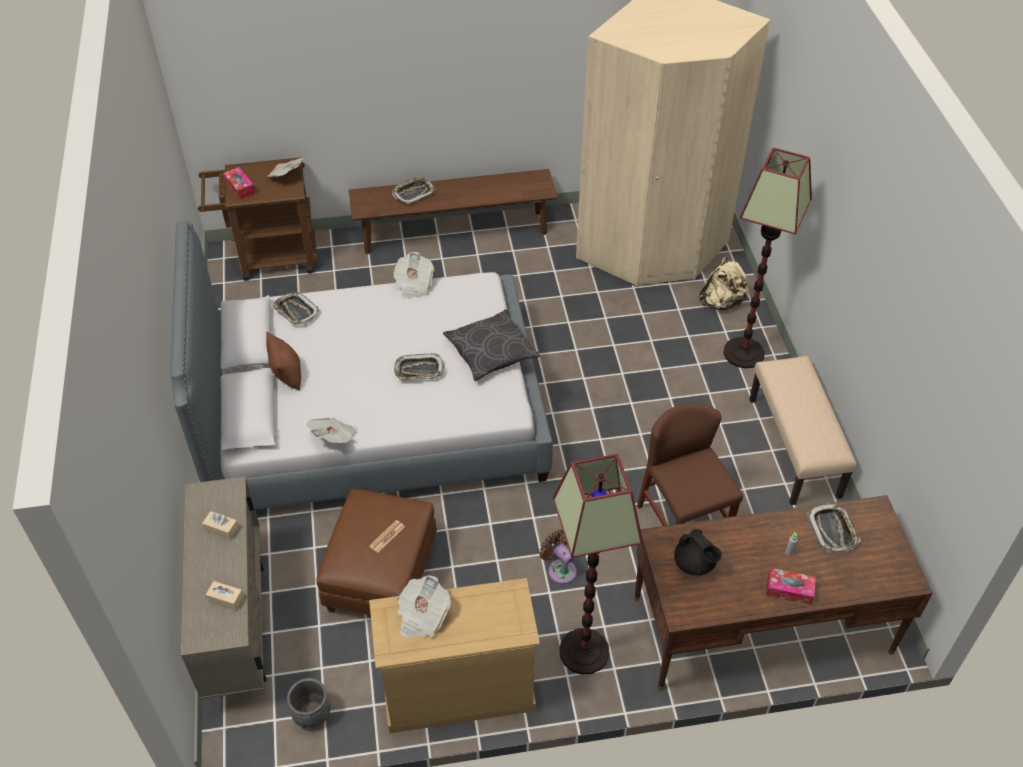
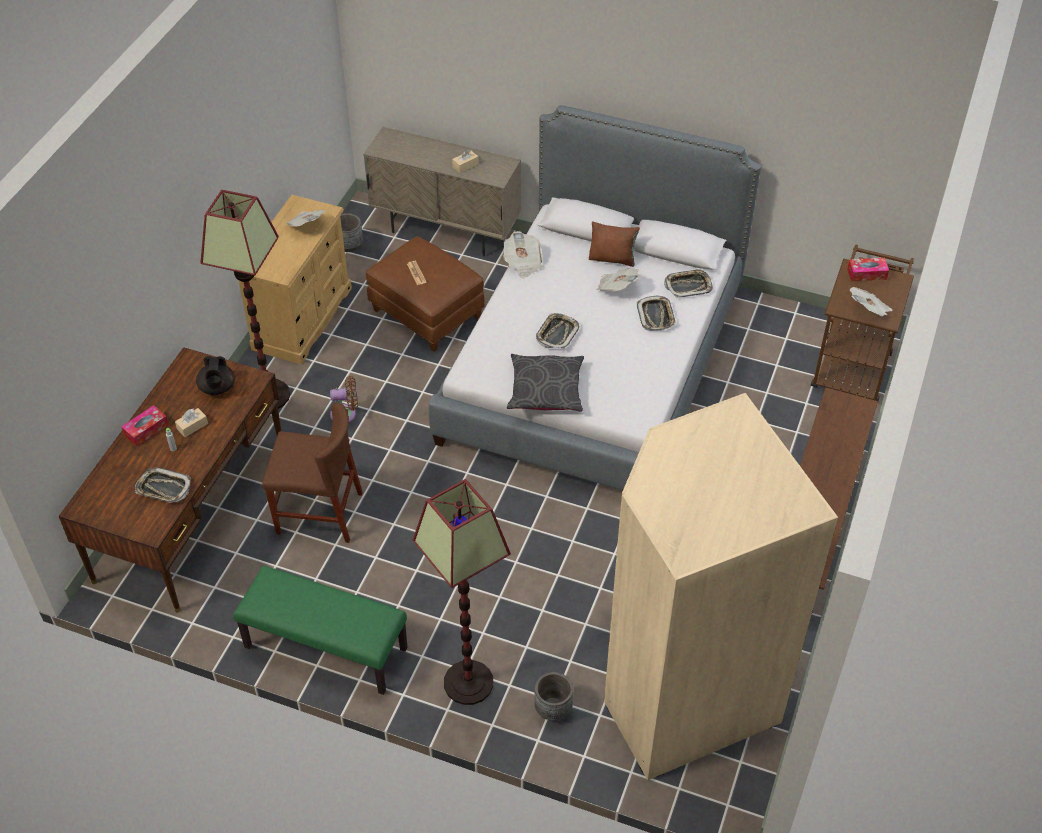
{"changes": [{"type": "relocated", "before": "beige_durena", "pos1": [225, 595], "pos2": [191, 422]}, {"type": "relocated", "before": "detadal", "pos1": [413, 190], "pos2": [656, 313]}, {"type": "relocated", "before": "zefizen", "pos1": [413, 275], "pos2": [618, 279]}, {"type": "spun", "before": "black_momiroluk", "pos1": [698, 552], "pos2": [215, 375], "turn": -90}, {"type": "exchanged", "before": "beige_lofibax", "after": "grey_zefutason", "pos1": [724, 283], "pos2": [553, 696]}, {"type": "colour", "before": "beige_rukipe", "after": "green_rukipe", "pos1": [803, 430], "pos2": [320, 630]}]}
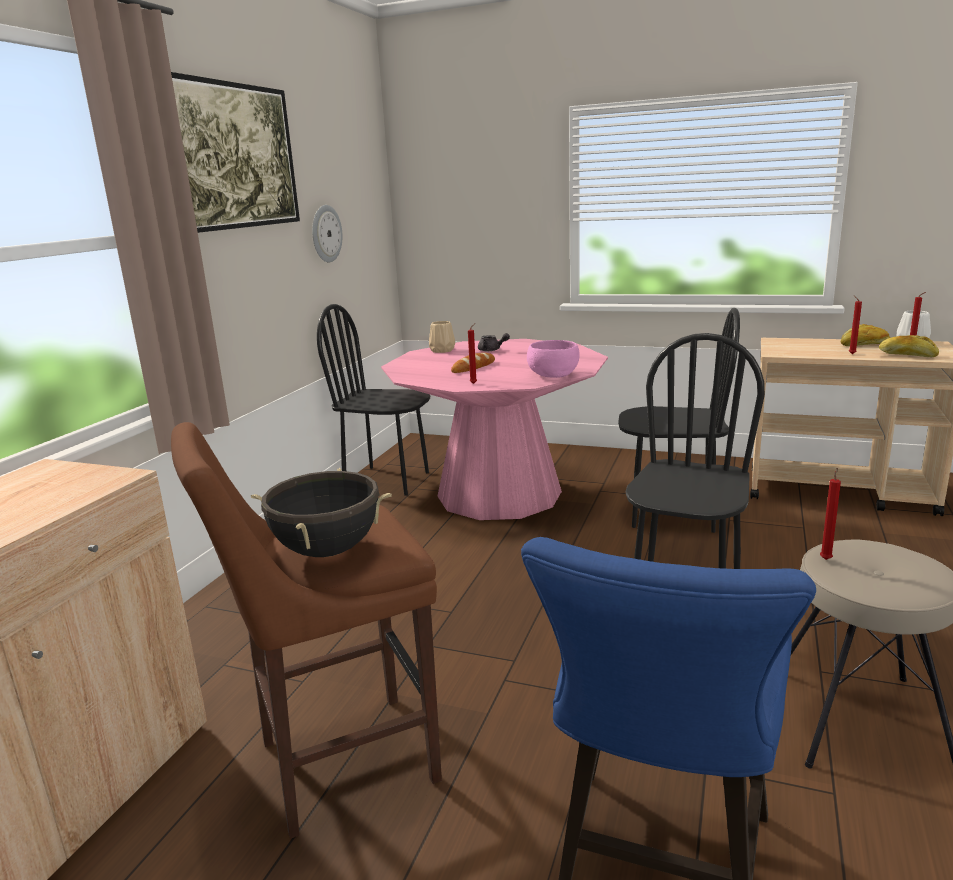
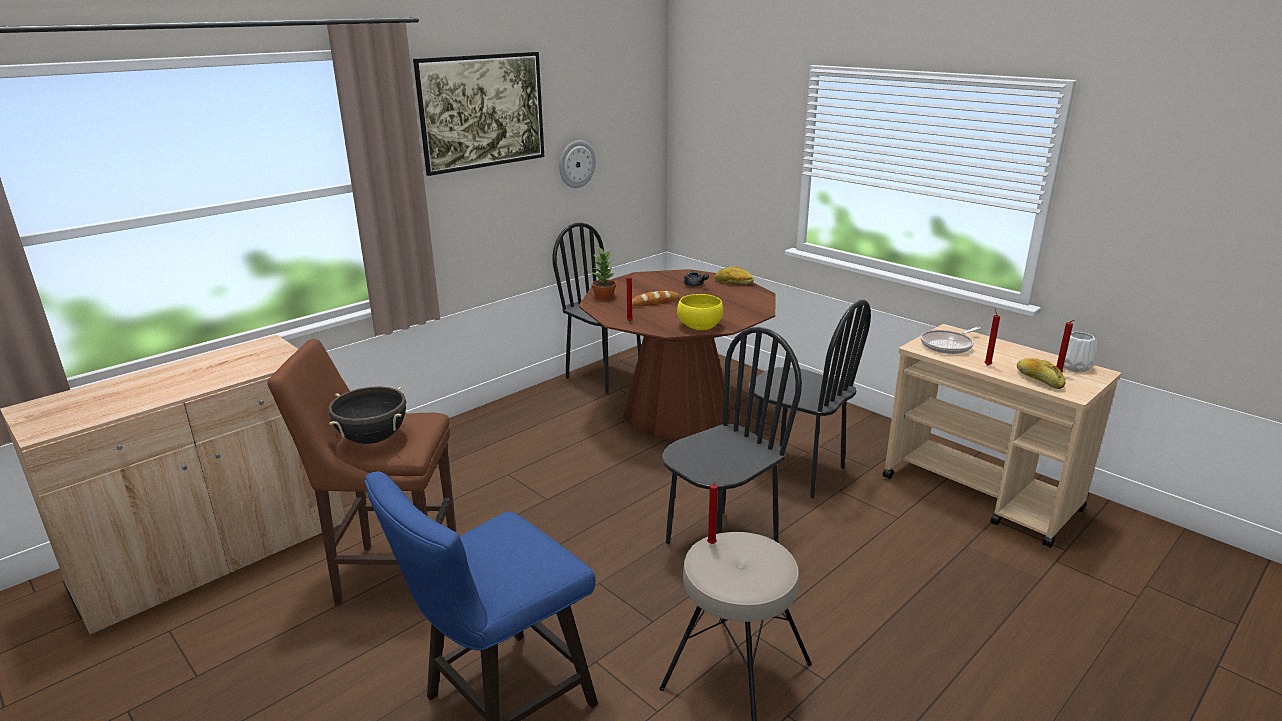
{"changes": [{"type": "colour", "before": "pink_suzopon", "after": "brown_suzopon", "pos1": [494, 429], "pos2": [677, 354]}, {"type": "missing", "before": "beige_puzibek", "pos1": [442, 337]}, {"type": "colour", "before": "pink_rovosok", "after": "yellow_rovosok", "pos1": [553, 359], "pos2": [700, 312]}, {"type": "relocated", "before": "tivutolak", "pos1": [865, 335], "pos2": [734, 275]}, {"type": "appeared", "after": "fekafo", "pos2": [604, 274]}, {"type": "appeared", "after": "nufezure", "pos2": [951, 340]}]}
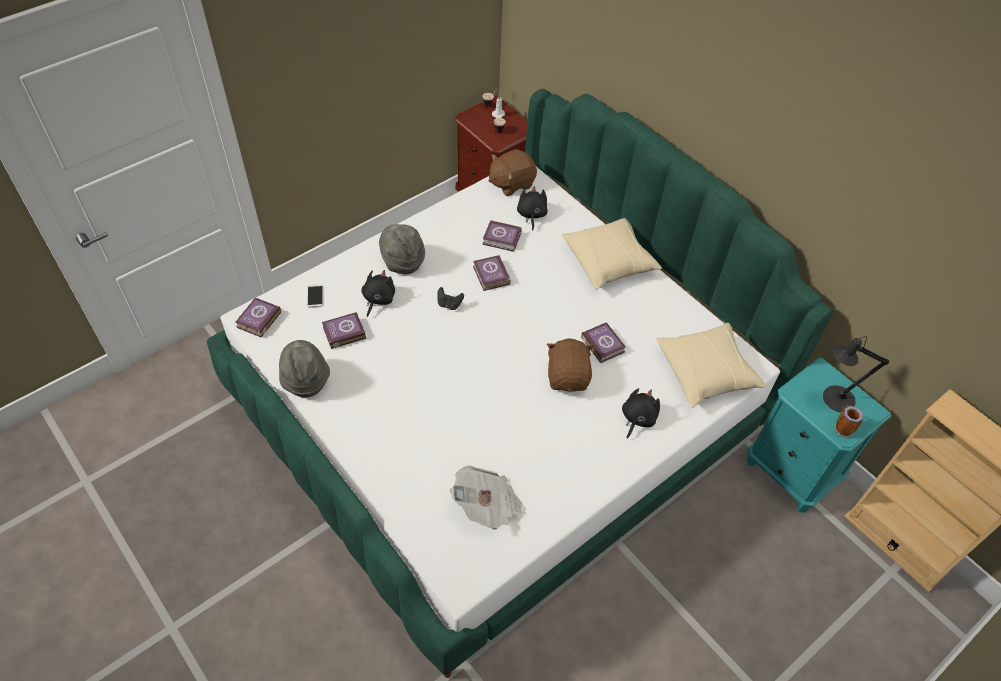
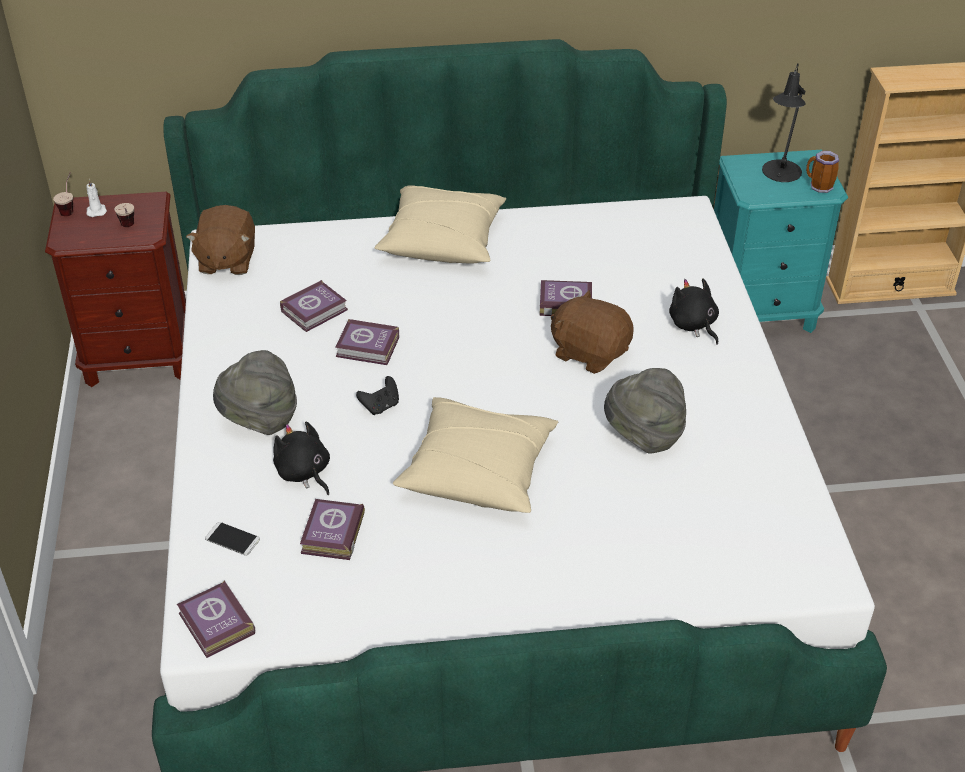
{"changes": [{"type": "relocated", "before": "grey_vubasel", "pos1": [304, 369], "pos2": [645, 411]}, {"type": "missing", "before": "zefizen", "pos1": [488, 497]}, {"type": "missing", "before": "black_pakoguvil", "pos1": [532, 208]}, {"type": "relocated", "before": "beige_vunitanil", "pos1": [711, 365], "pos2": [475, 455]}]}
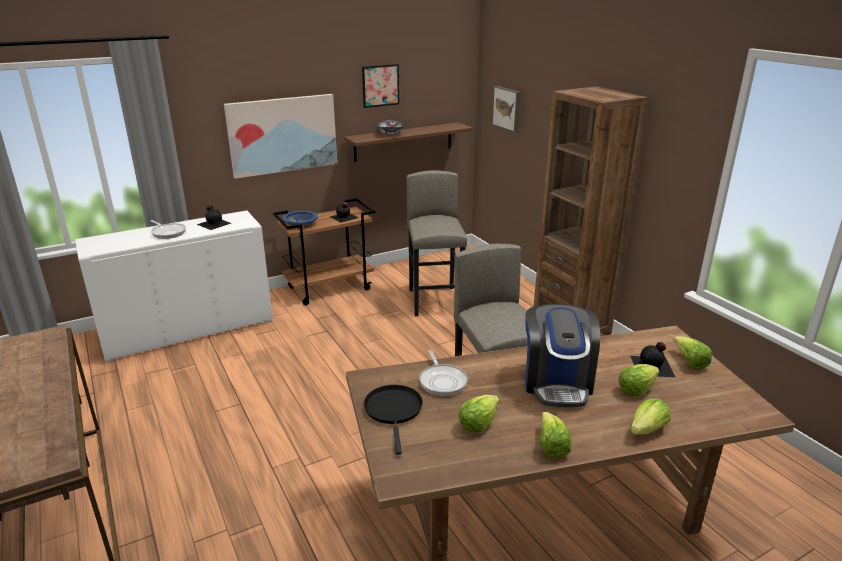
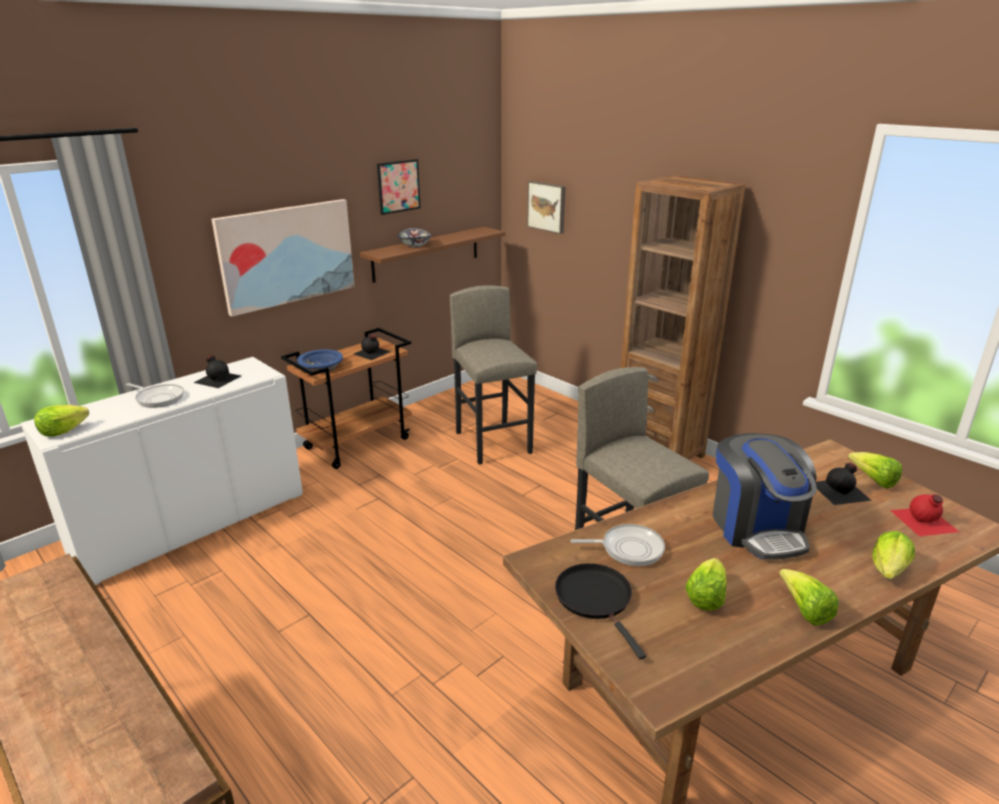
{"changes": [{"type": "spun", "before": "nufezure", "pos1": [443, 373], "pos2": [617, 545], "turn": -60}, {"type": "relocated", "before": "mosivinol", "pos1": [639, 380], "pos2": [61, 421]}, {"type": "appeared", "after": "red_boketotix", "pos2": [924, 515]}]}
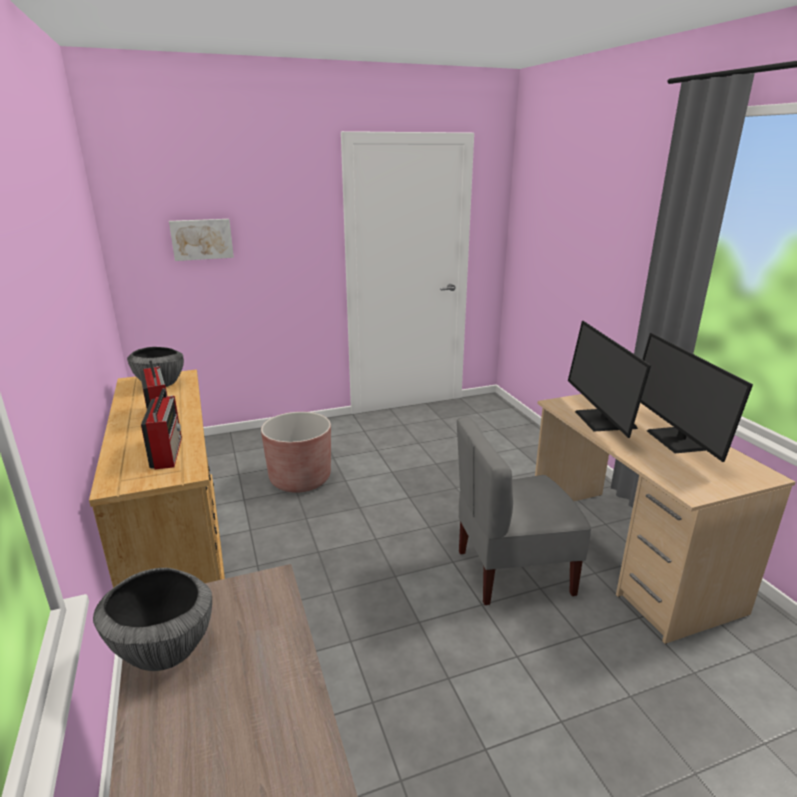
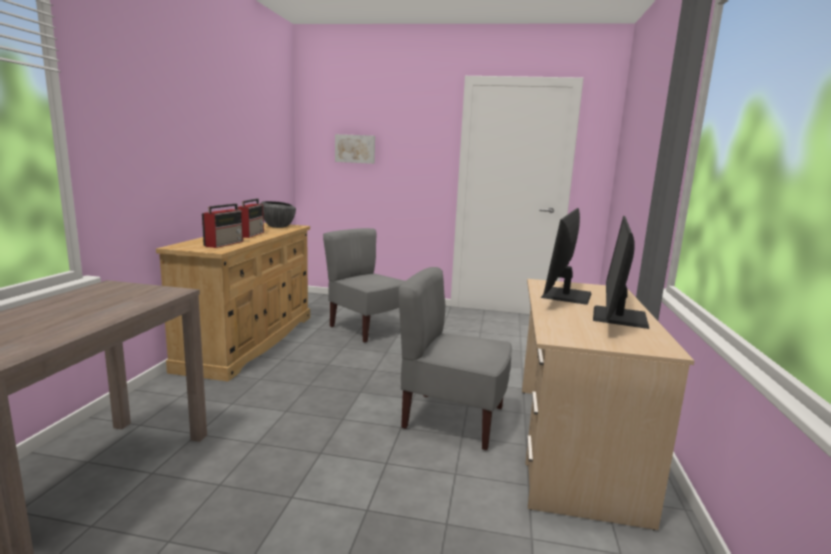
{"changes": [{"type": "missing", "before": "rovosok", "pos1": [152, 619]}, {"type": "exchanged", "before": "brown_zefutason", "after": "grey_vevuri", "pos1": [296, 452], "pos2": [364, 285]}]}
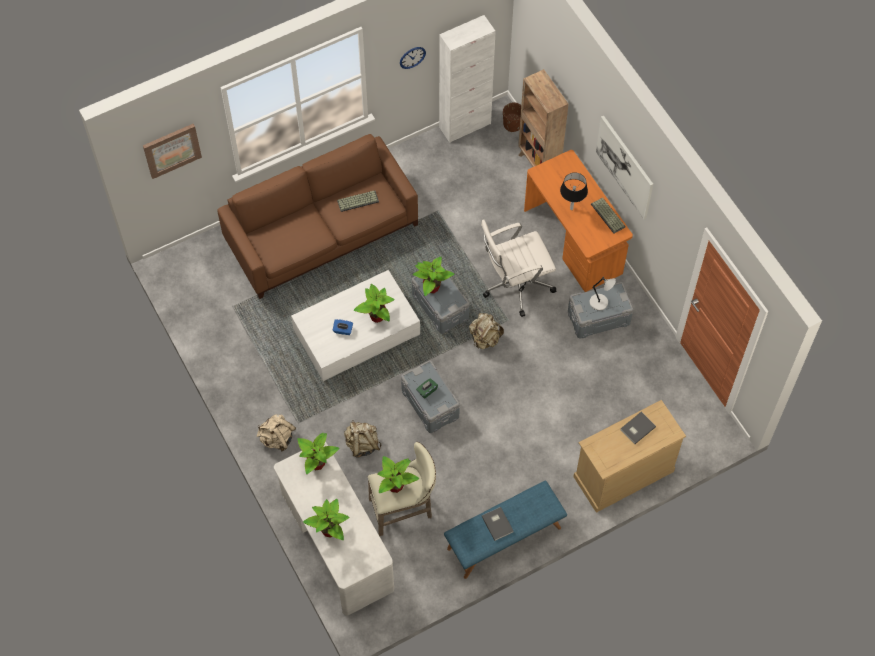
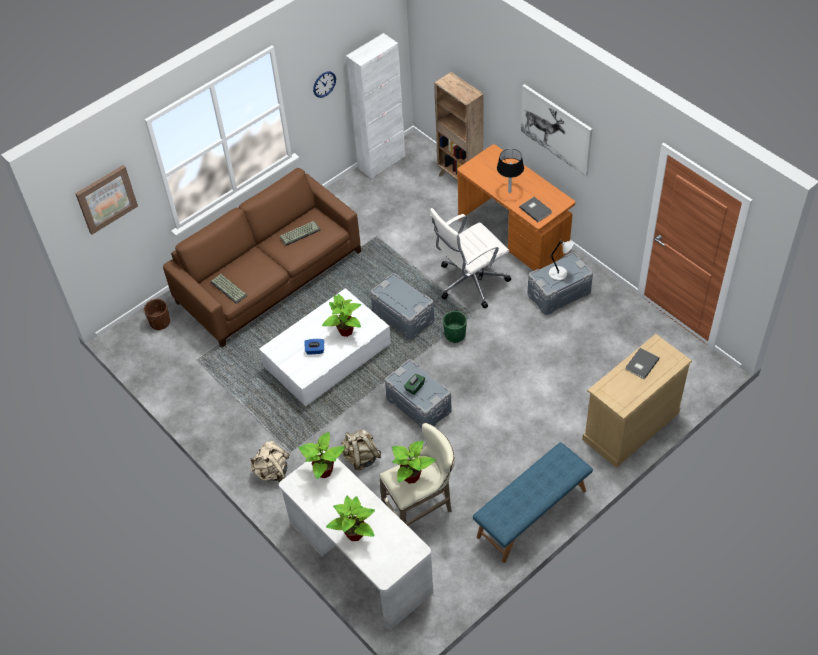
{"changes": [{"type": "missing", "before": "fekafo", "pos1": [433, 276]}, {"type": "exchanged", "before": "beige_lofibax", "after": "green_zefutason", "pos1": [486, 331], "pos2": [455, 327]}, {"type": "relocated", "before": "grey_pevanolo", "pos1": [497, 524], "pos2": [535, 209]}, {"type": "relocated", "before": "brown_zefutason", "pos1": [512, 117], "pos2": [157, 315]}, {"type": "relocated", "before": "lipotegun", "pos1": [608, 215], "pos2": [228, 289]}]}
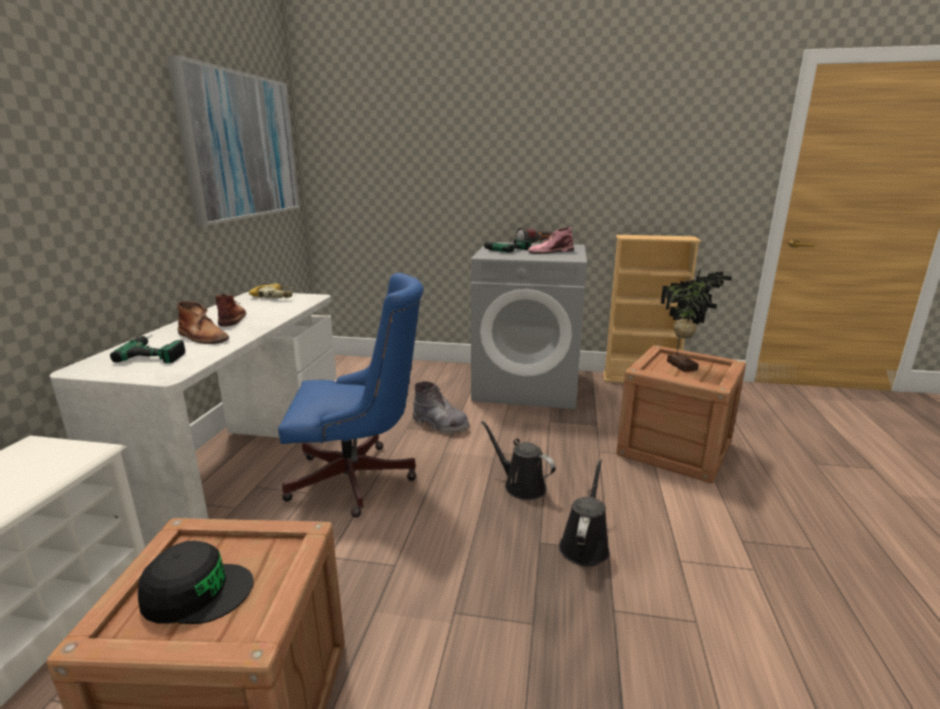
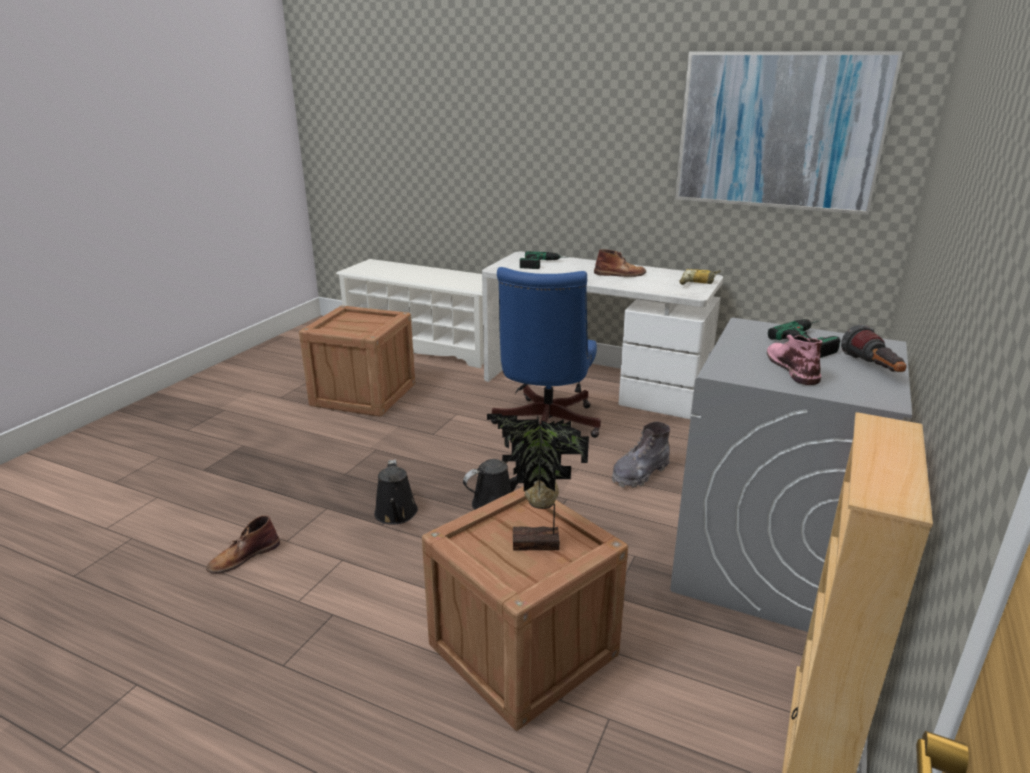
{"changes": [{"type": "missing", "before": "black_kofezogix", "pos1": [195, 582]}, {"type": "relocated", "before": "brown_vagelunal", "pos1": [203, 322], "pos2": [243, 544]}, {"type": "spun", "before": "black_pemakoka", "pos1": [584, 512], "pos2": [396, 492], "turn": 45}]}
